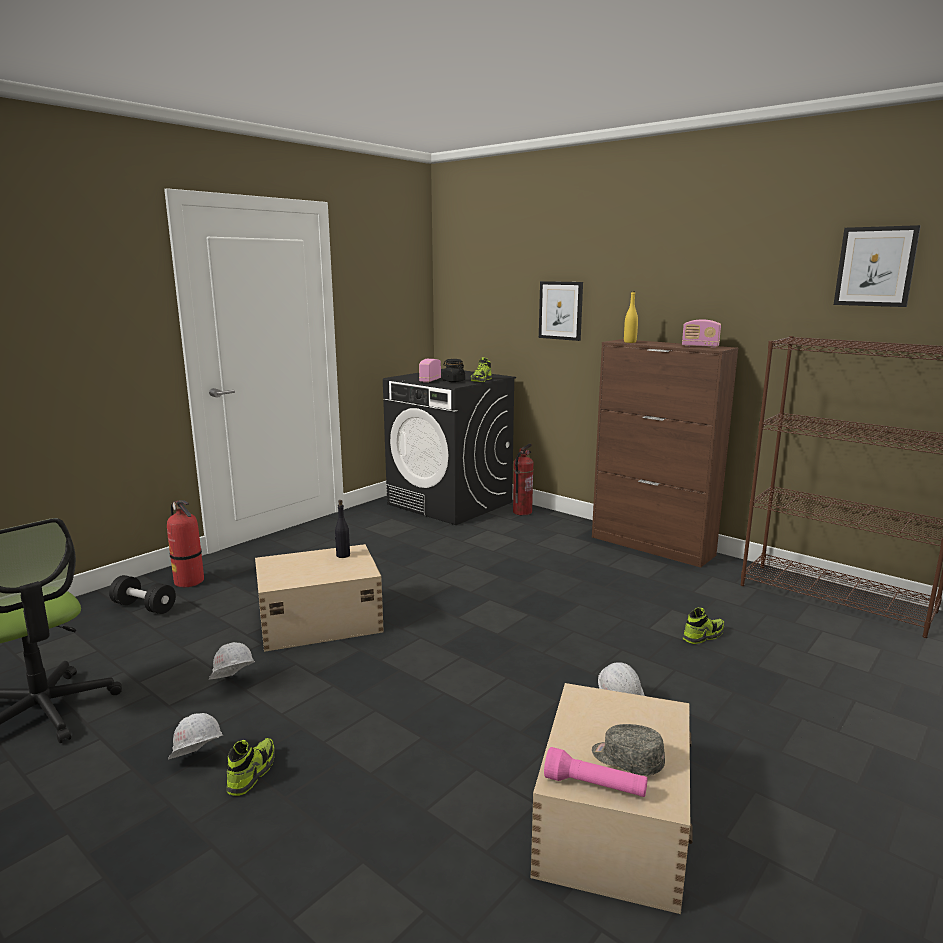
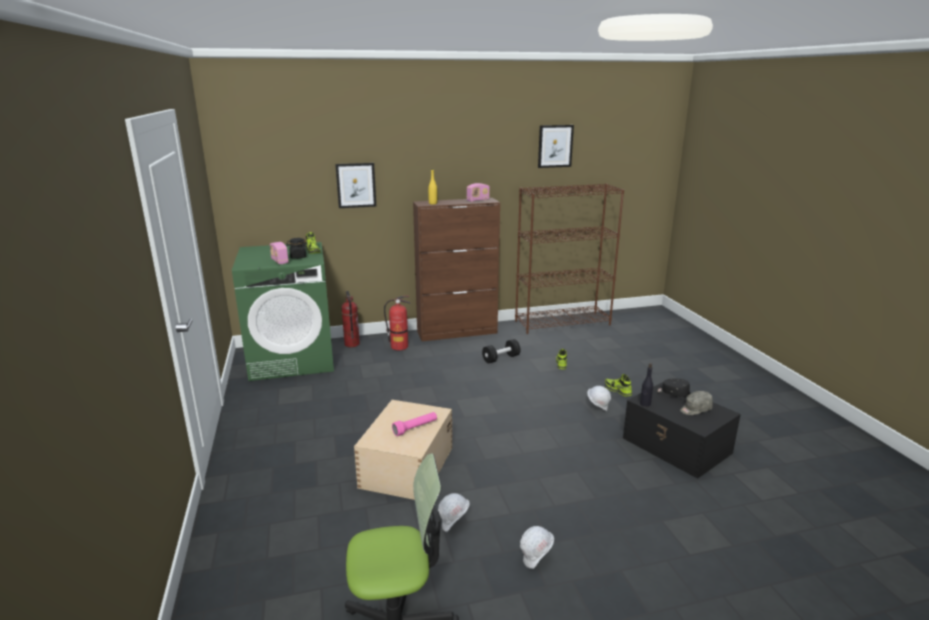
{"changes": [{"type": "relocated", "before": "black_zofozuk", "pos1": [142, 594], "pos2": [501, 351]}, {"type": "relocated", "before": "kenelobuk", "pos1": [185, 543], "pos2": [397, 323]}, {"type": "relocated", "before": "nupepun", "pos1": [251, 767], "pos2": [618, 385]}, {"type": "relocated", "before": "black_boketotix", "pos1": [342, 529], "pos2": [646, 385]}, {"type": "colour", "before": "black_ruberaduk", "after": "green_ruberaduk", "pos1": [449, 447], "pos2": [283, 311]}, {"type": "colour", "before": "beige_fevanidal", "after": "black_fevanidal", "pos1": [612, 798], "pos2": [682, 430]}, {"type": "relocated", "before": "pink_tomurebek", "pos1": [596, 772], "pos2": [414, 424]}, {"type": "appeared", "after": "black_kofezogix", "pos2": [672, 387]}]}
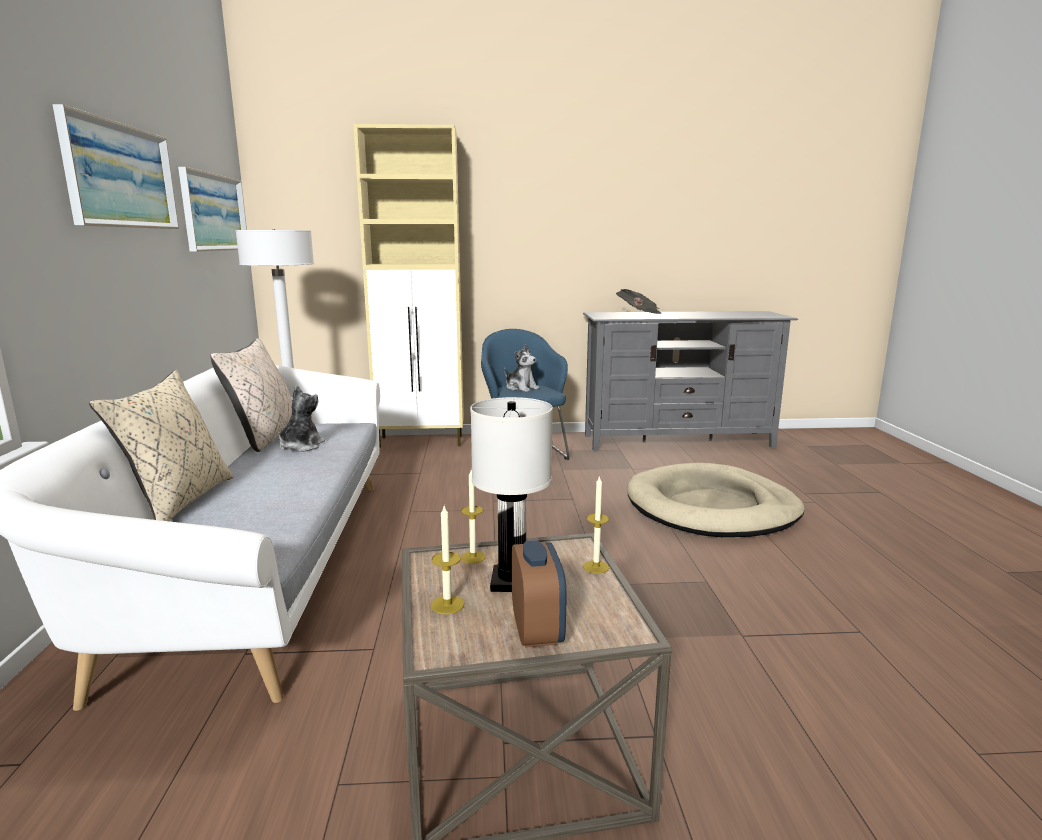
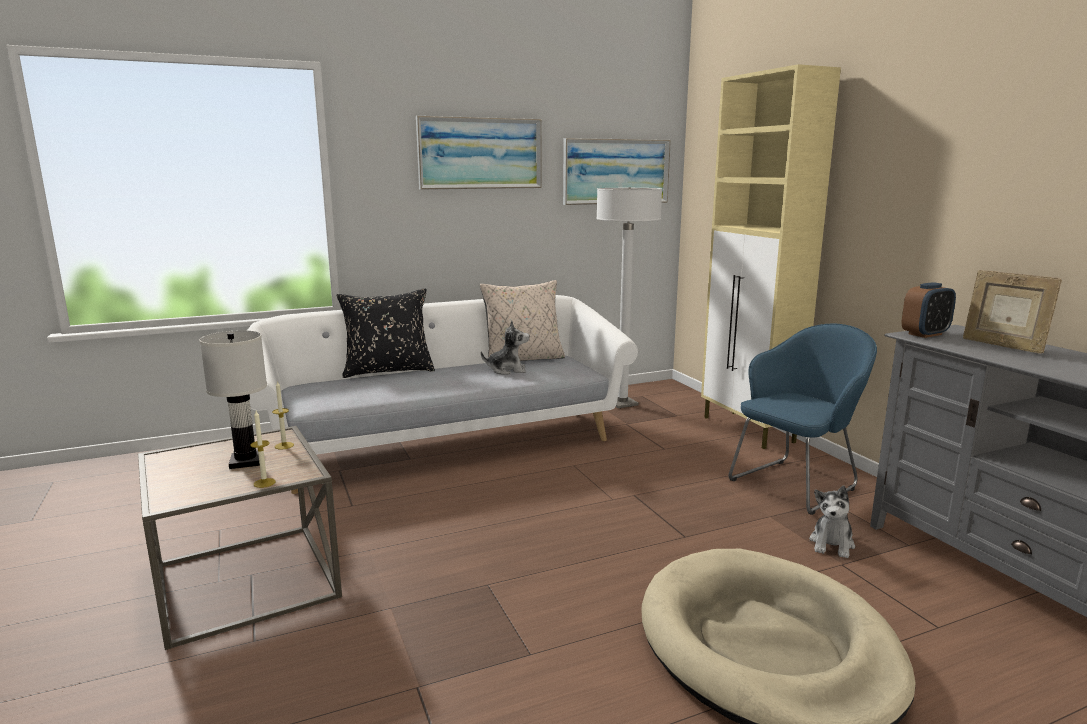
{"changes": [{"type": "colour", "before": "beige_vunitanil", "after": "black_vunitanil", "pos1": [161, 445], "pos2": [386, 333]}, {"type": "missing", "before": "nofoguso", "pos1": [447, 560]}, {"type": "relocated", "before": "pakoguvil", "pos1": [521, 368], "pos2": [832, 522]}, {"type": "relocated", "before": "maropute", "pos1": [539, 594], "pos2": [929, 310]}, {"type": "exchanged", "before": "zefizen", "after": "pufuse", "pos1": [638, 301], "pos2": [1012, 312]}]}
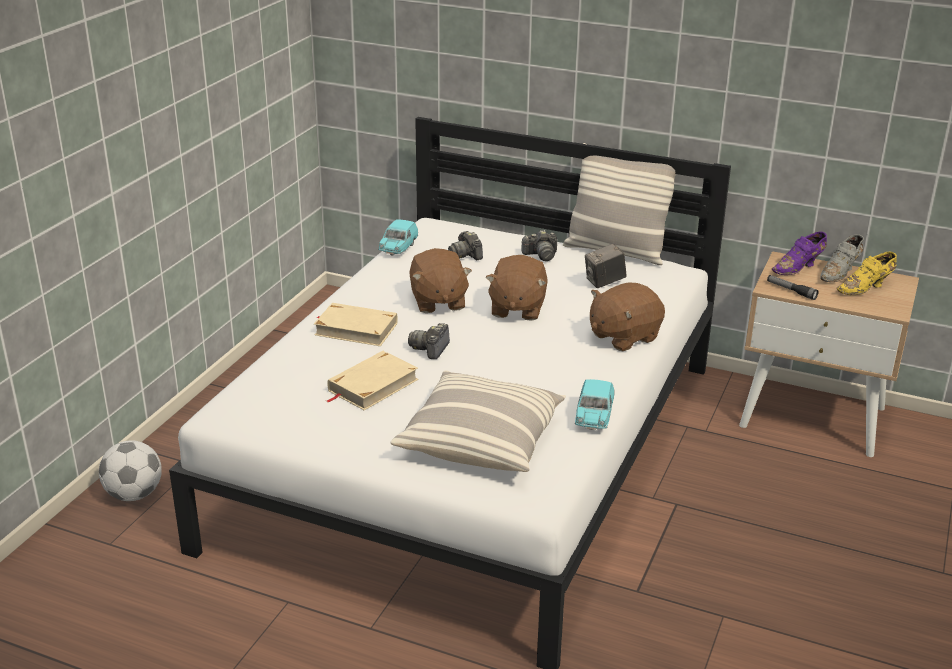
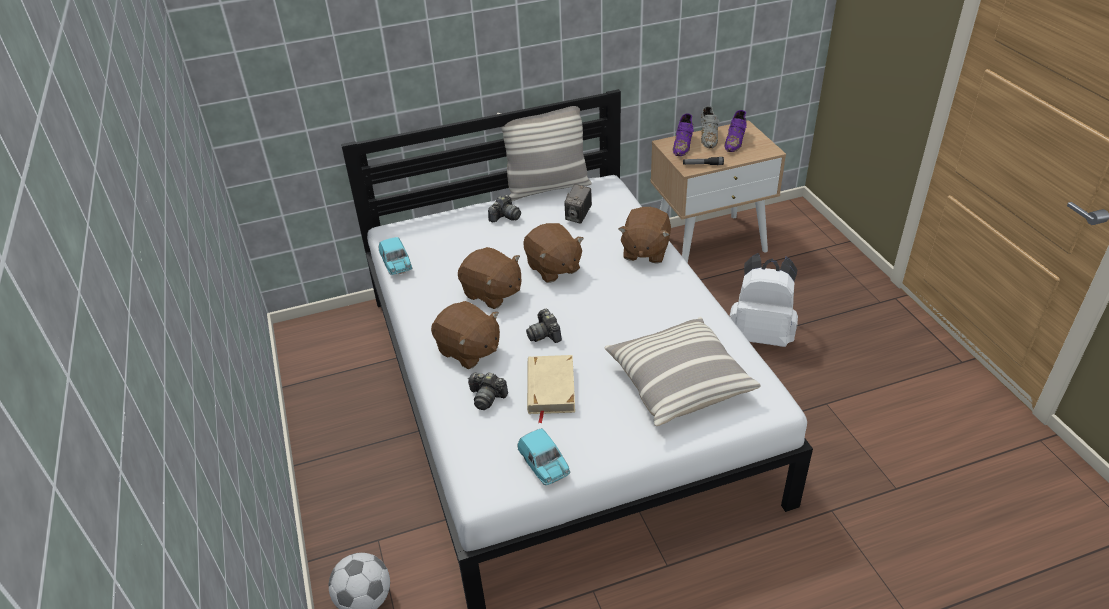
{"changes": [{"type": "exchanged", "before": "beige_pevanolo", "after": "brown_pakoguvil", "pos1": [355, 324], "pos2": [465, 335]}, {"type": "relocated", "before": "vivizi", "pos1": [465, 246], "pos2": [488, 391]}, {"type": "relocated", "before": "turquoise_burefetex", "pos1": [594, 404], "pos2": [544, 456]}, {"type": "colour", "before": "yellow_nupepun", "after": "purple_nupepun", "pos1": [867, 273], "pos2": [735, 131]}, {"type": "appeared", "after": "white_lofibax", "pos2": [763, 300]}]}
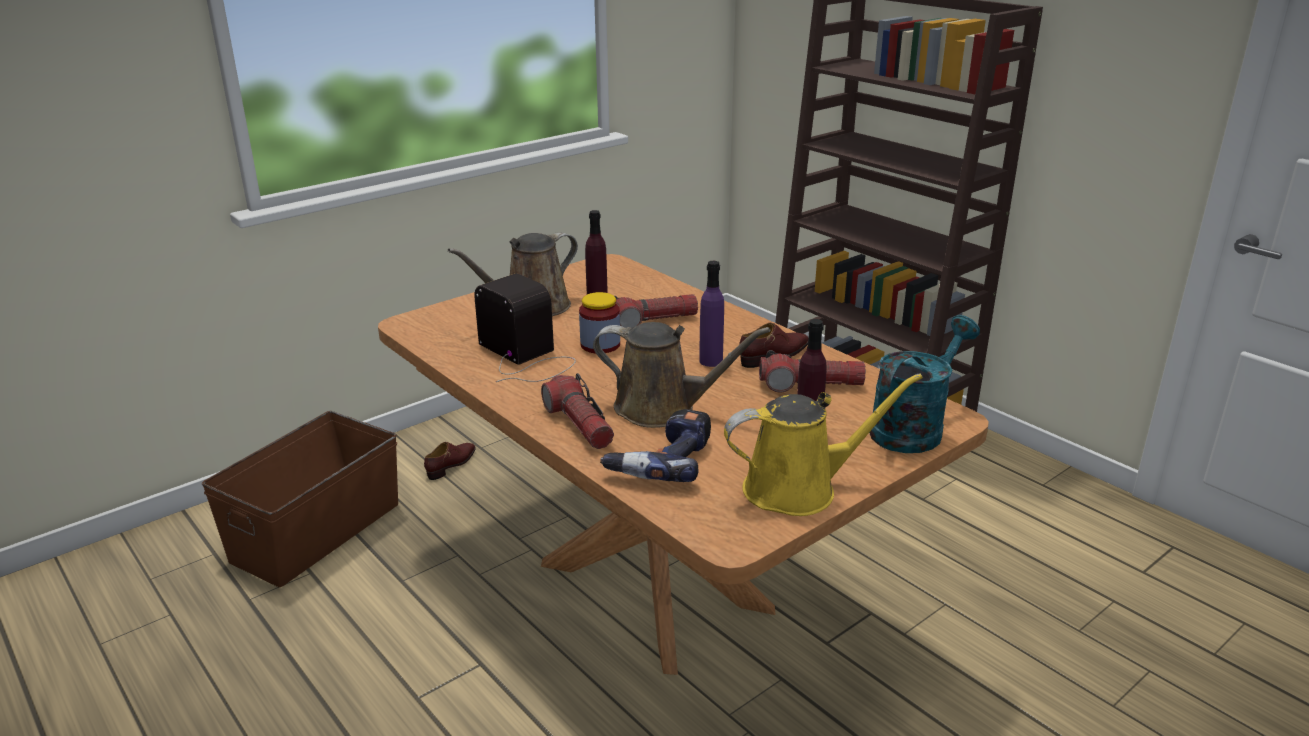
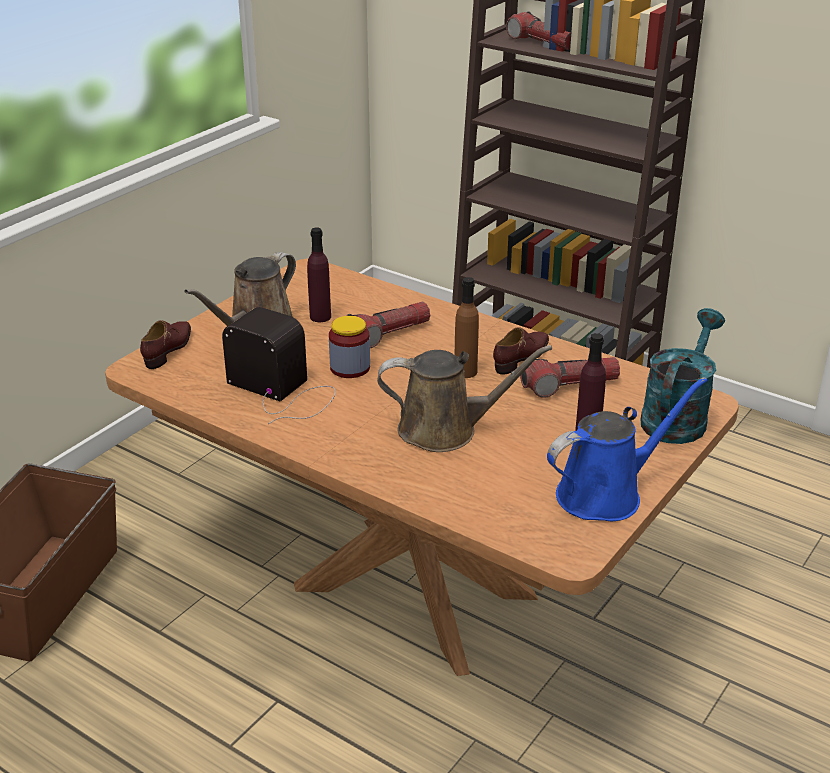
{"changes": [{"type": "relocated", "before": "brown_nupepun", "pos1": [450, 461], "pos2": [165, 344]}, {"type": "relocated", "before": "tomurebek", "pos1": [577, 411], "pos2": [538, 30]}, {"type": "missing", "before": "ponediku", "pos1": [655, 445]}, {"type": "colour", "before": "purple_boketotix", "after": "brown_boketotix", "pos1": [711, 314], "pos2": [467, 327]}, {"type": "colour", "before": "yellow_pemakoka", "after": "blue_pemakoka", "pos1": [823, 444], "pos2": [627, 449]}]}
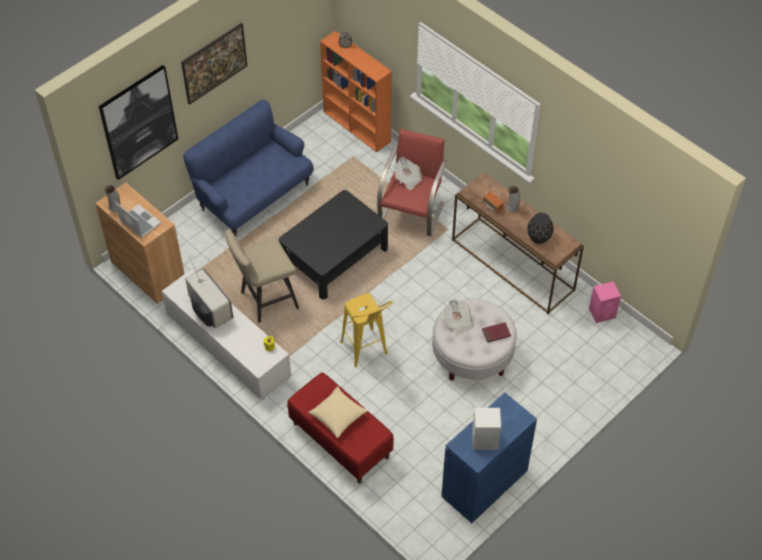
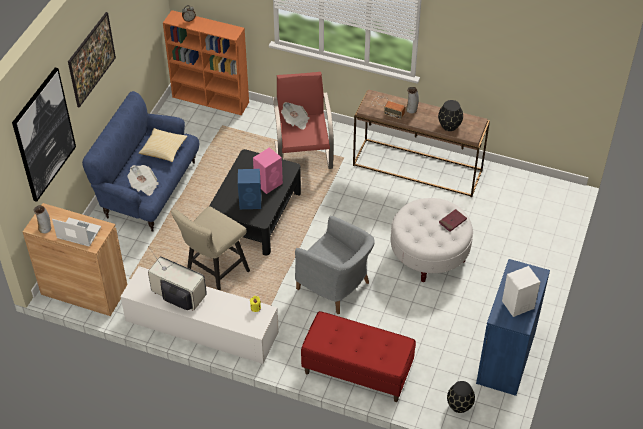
{"changes": [{"type": "relocated", "before": "vunitanil", "pos1": [338, 412], "pos2": [163, 145]}, {"type": "exchanged", "before": "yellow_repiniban", "after": "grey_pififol", "pos1": [366, 330], "pos2": [335, 265]}, {"type": "relocated", "before": "zefizen", "pos1": [458, 317], "pos2": [143, 180]}, {"type": "relocated", "before": "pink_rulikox", "pos1": [605, 302], "pos2": [268, 170]}, {"type": "appeared", "after": "blue_rulikox", "pos2": [249, 189]}, {"type": "appeared", "after": "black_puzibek", "pos2": [461, 397]}]}
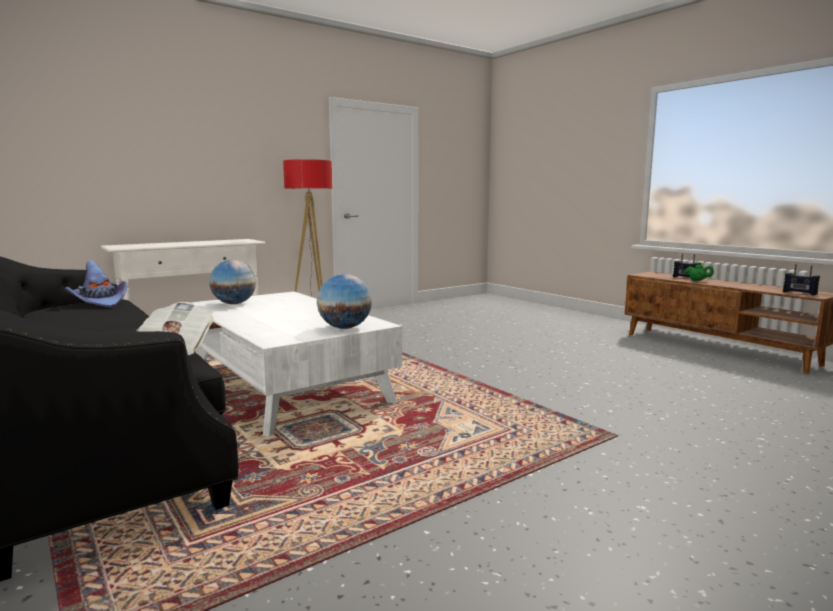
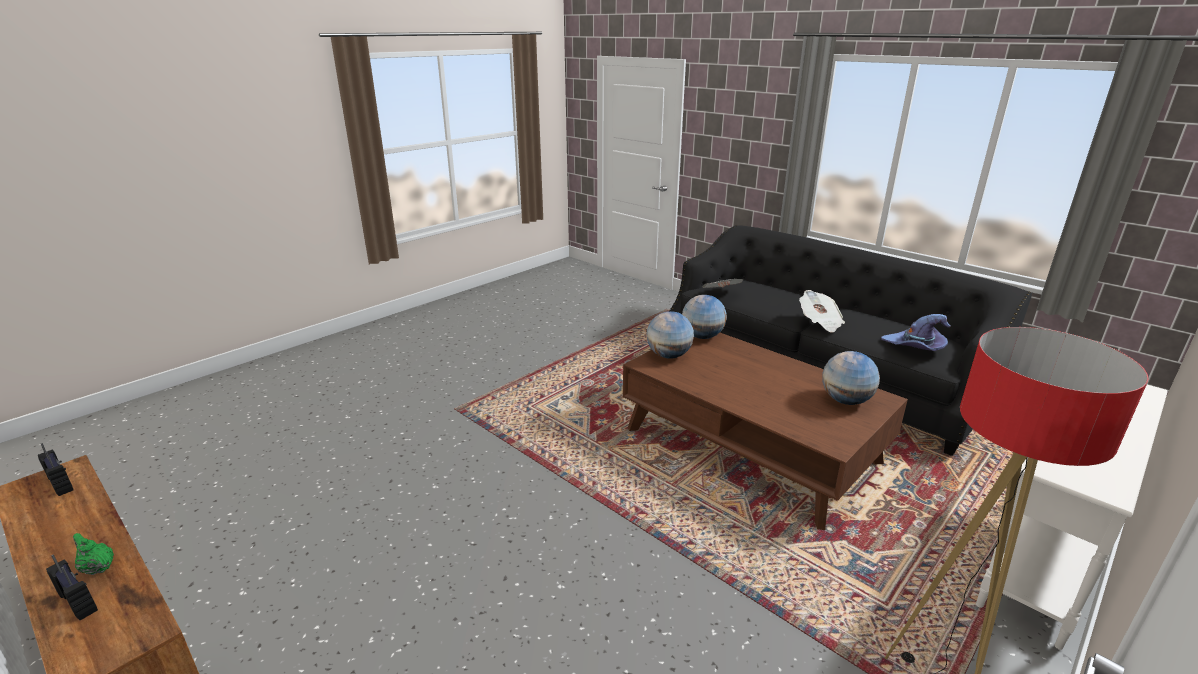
{"changes": [{"type": "colour", "before": "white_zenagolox", "after": "brown_zenagolox", "pos1": [296, 364], "pos2": [765, 431]}, {"type": "appeared", "after": "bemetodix", "pos2": [704, 317]}, {"type": "appeared", "after": "zefizen", "pos2": [822, 311]}]}
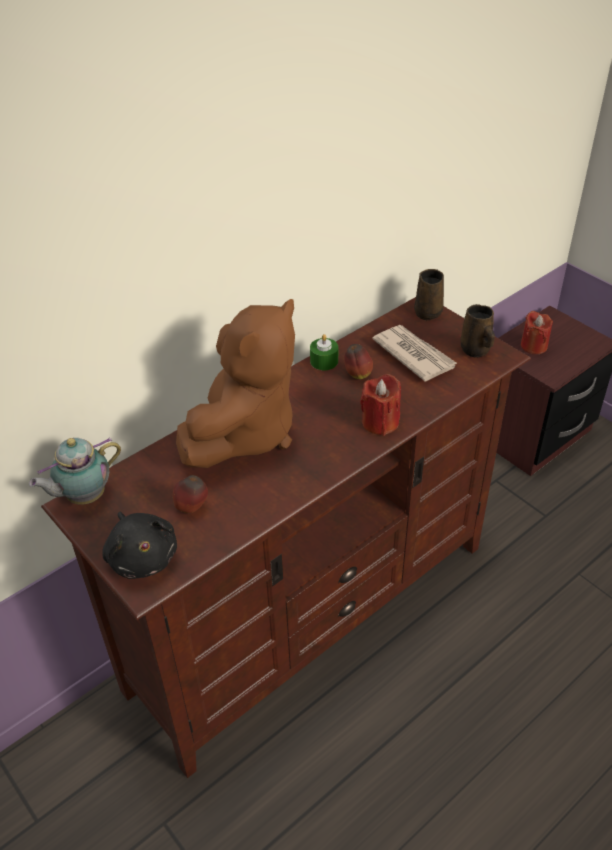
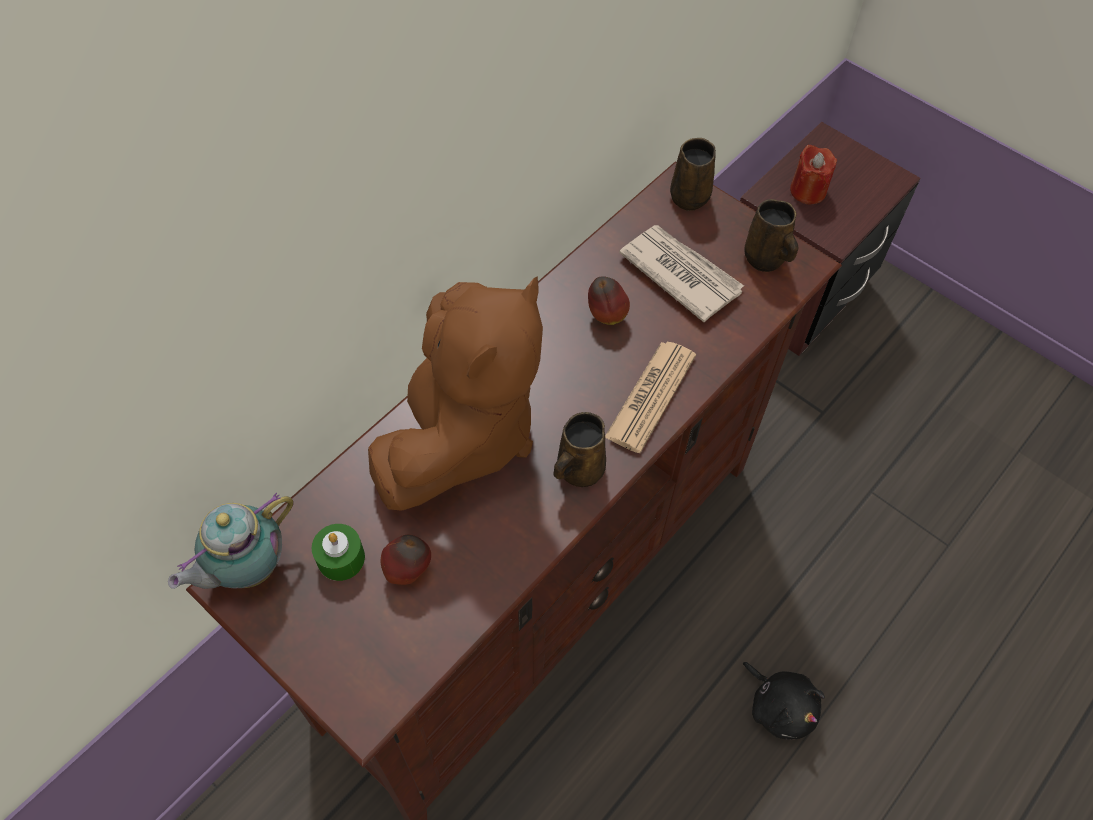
{"changes": [{"type": "relocated", "before": "black_pakoguvil", "pos1": [139, 545], "pos2": [783, 701]}, {"type": "relocated", "before": "green_nofoguso", "pos1": [324, 352], "pos2": [338, 552]}, {"type": "exchanged", "before": "red_nofoguso", "after": "zefizen", "pos1": [380, 405], "pos2": [650, 397]}, {"type": "appeared", "after": "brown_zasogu", "pos2": [580, 449]}]}
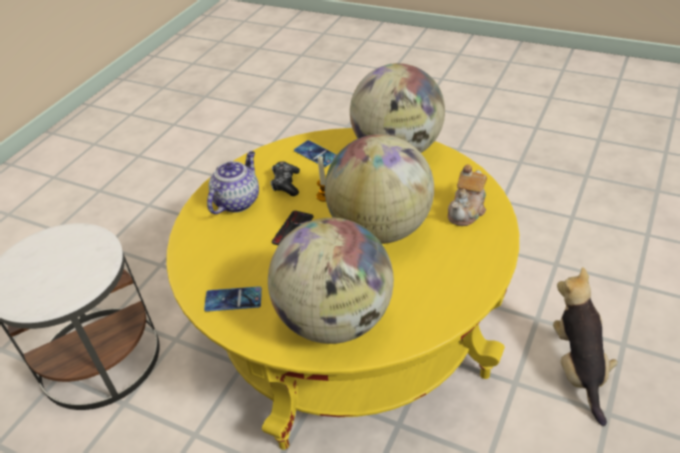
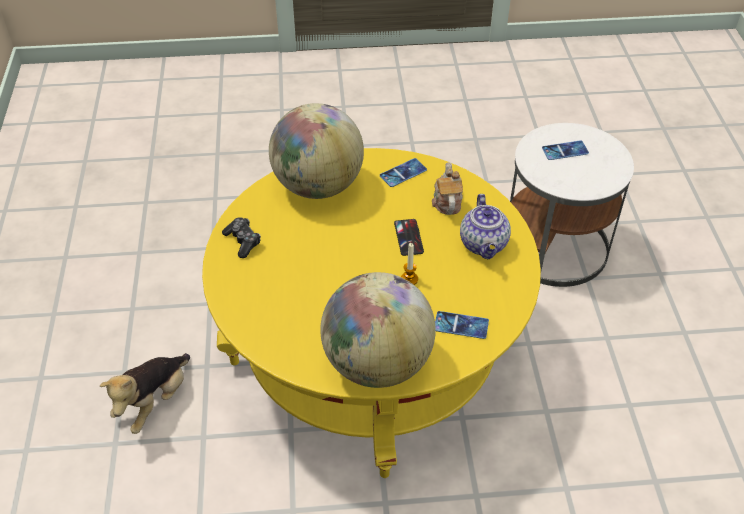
{"changes": [{"type": "relocated", "before": "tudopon", "pos1": [285, 178], "pos2": [241, 237]}, {"type": "missing", "before": "bemetodix", "pos1": [379, 189]}, {"type": "relocated", "before": "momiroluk", "pos1": [467, 195], "pos2": [447, 188]}, {"type": "spun", "before": "pakoguvil", "pos1": [585, 346], "pos2": [145, 393], "turn": 60}, {"type": "appeared", "after": "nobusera", "pos2": [565, 150]}]}
